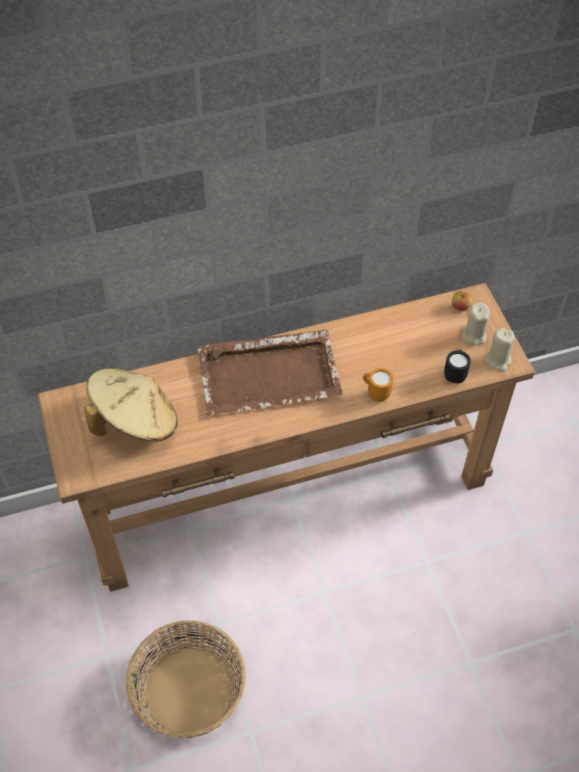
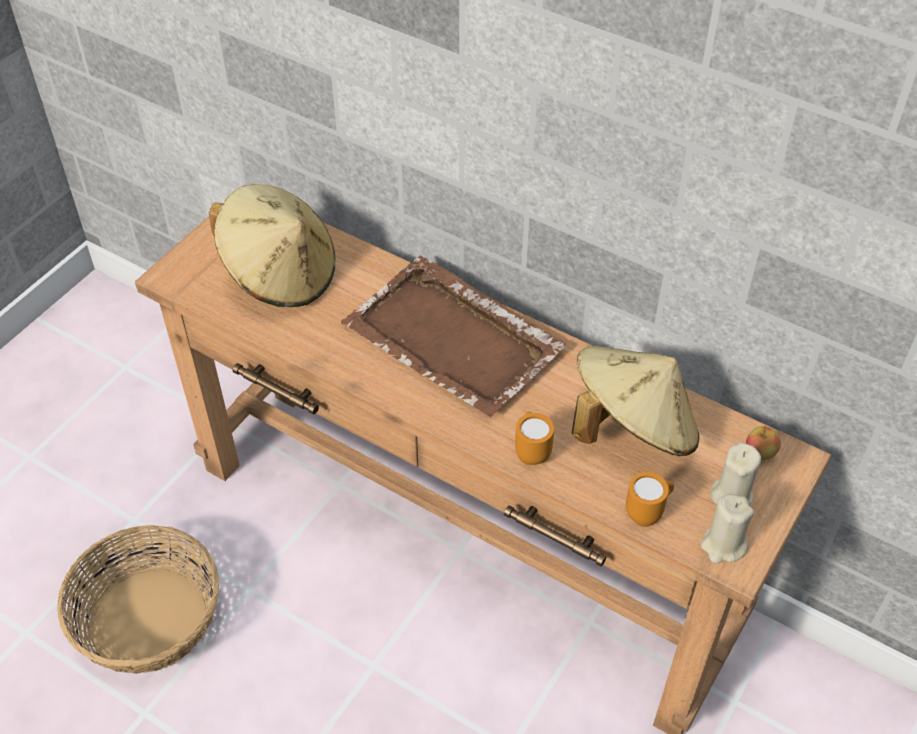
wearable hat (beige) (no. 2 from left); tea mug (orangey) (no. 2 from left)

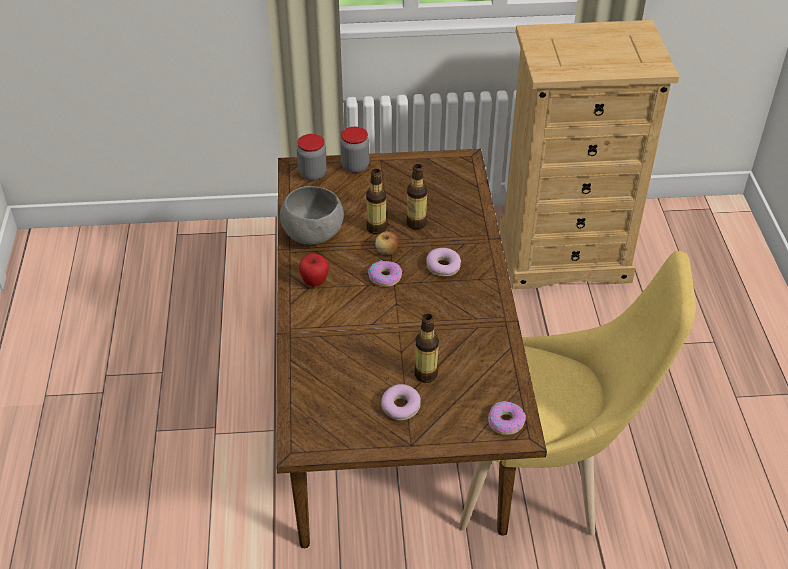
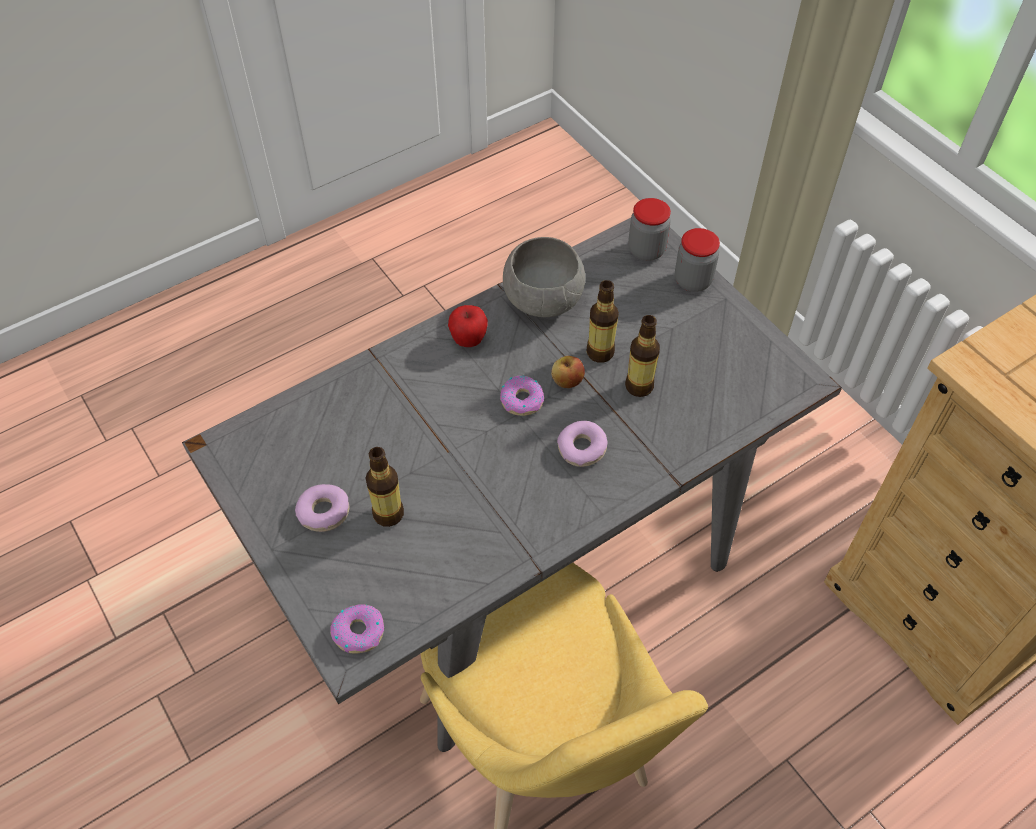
dining table (gray)

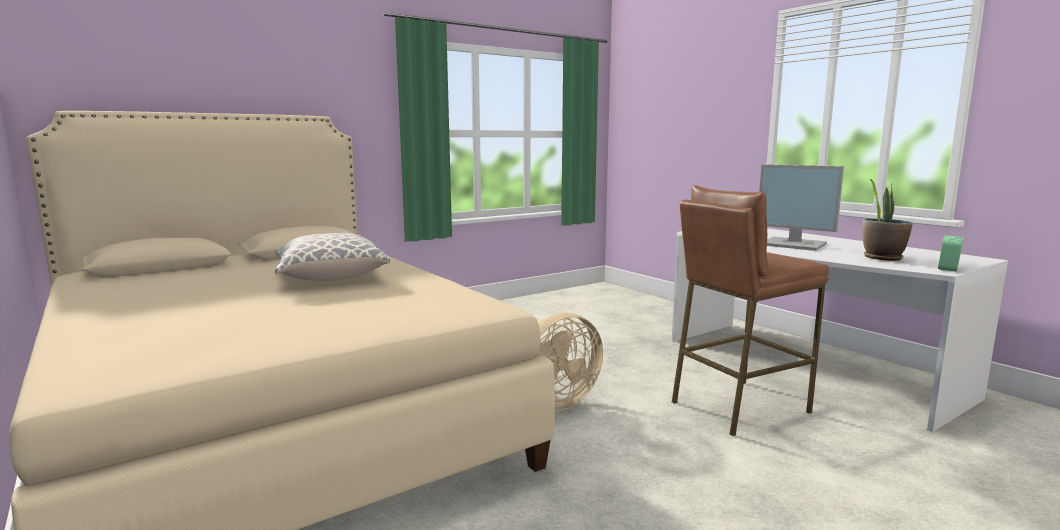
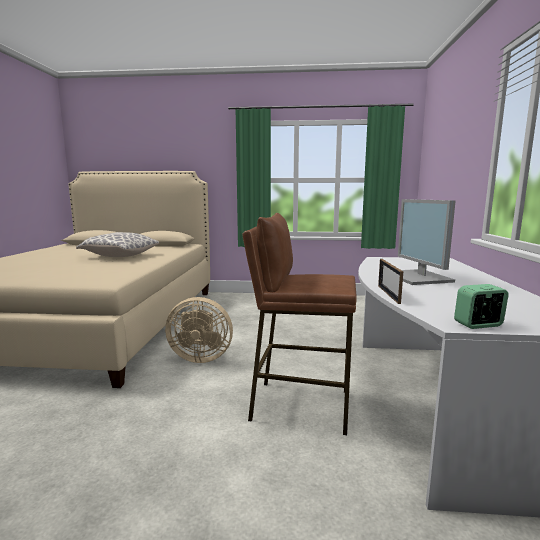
potted plant; picture frame

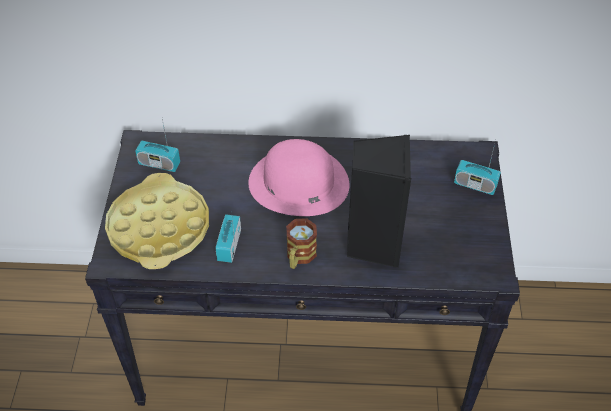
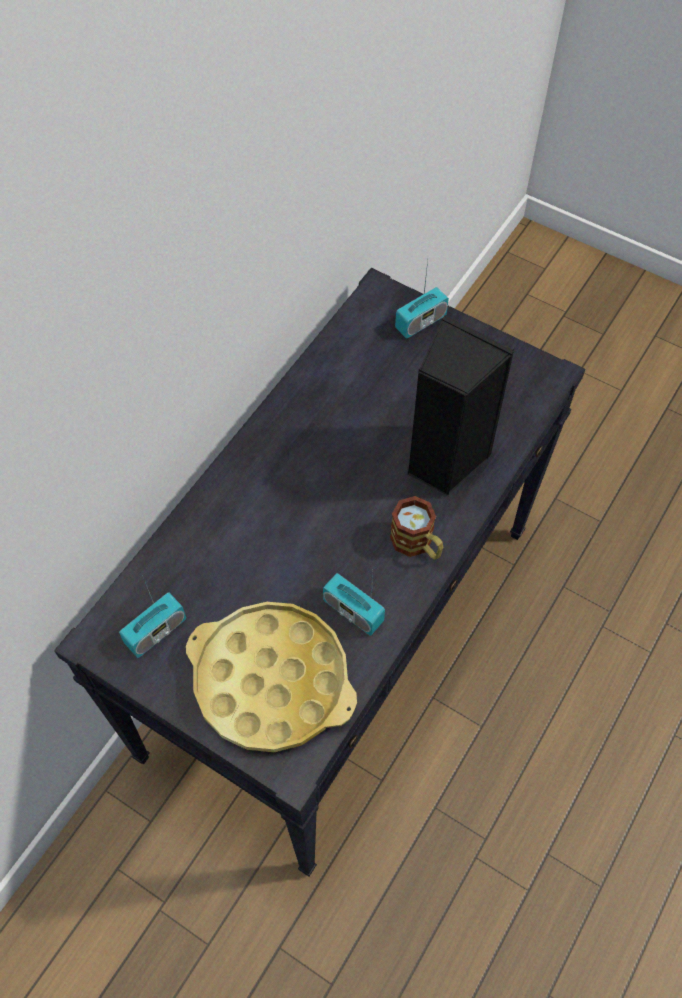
wearable hat (pinkish)

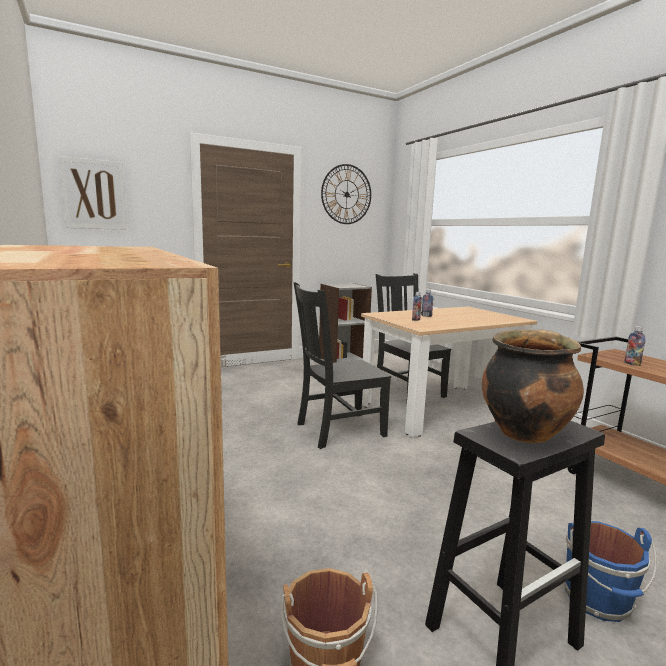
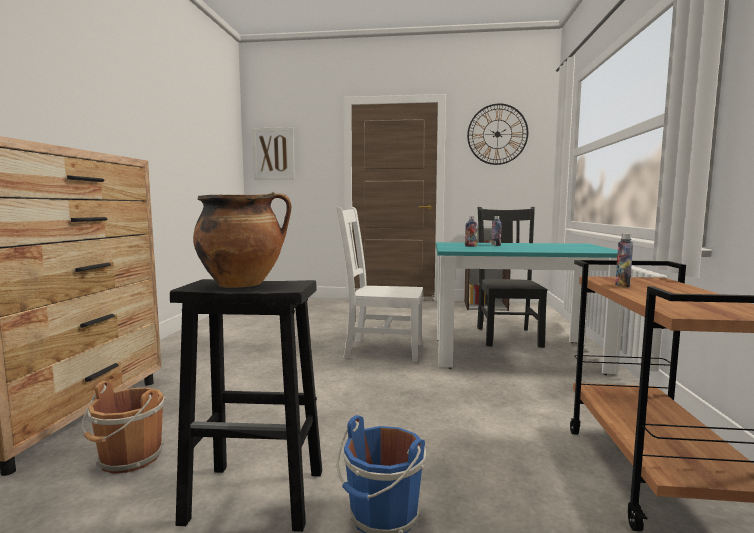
chair (white); dining table (turquoise-coloured)

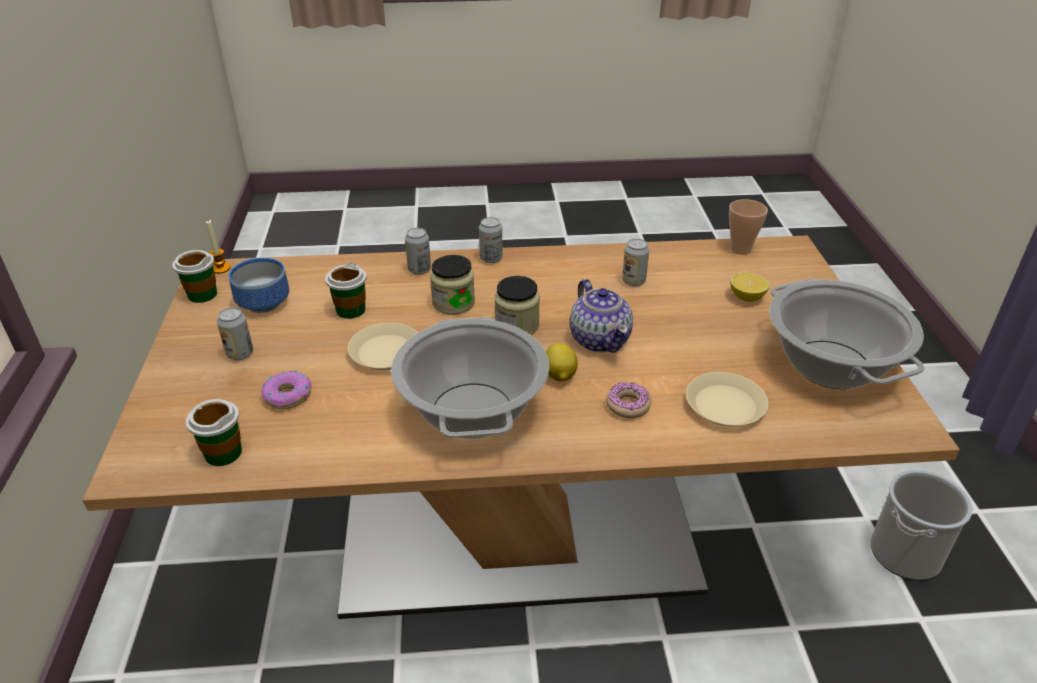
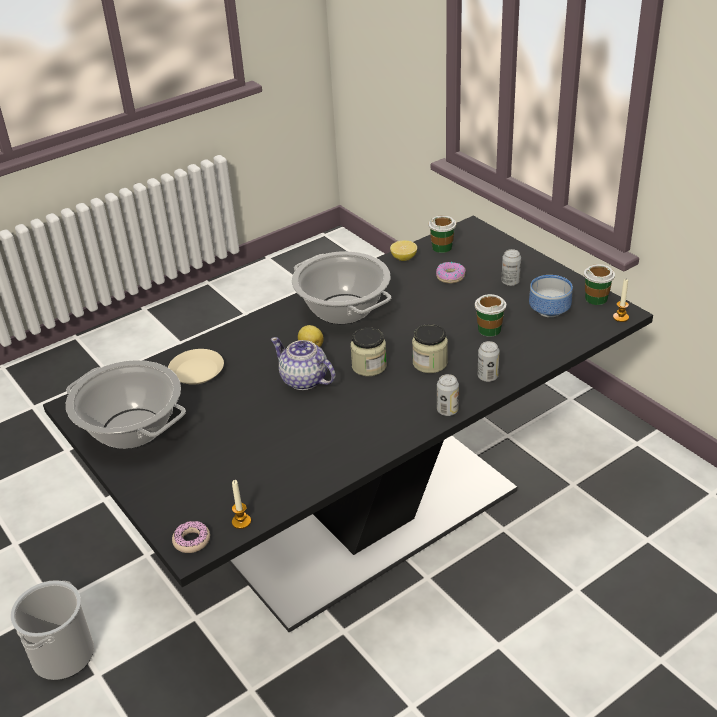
flat dish (beige) (no. 1 from left in the first image); sealed can (no. 4 from left in the first image); ring doughnut (no. 1 from left); lemon (no. 2 from left); wax light (no. 1 from left); dining table (black)

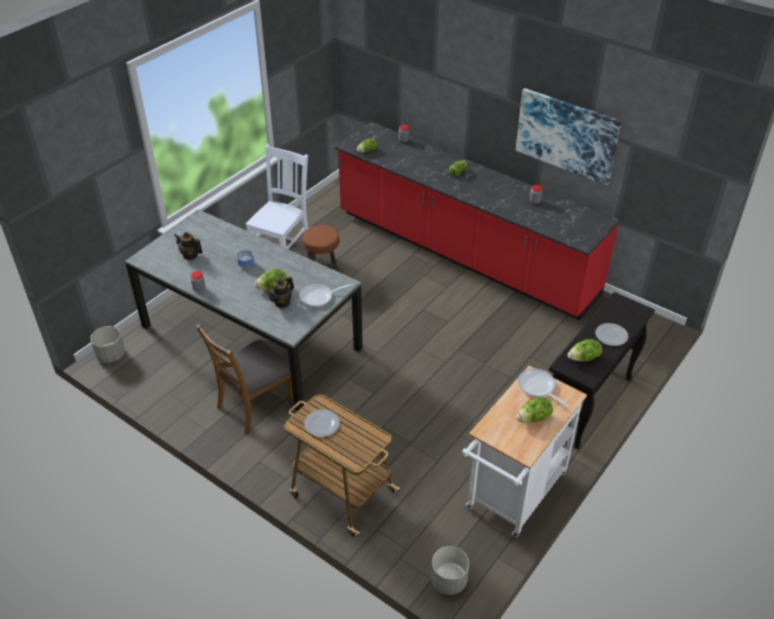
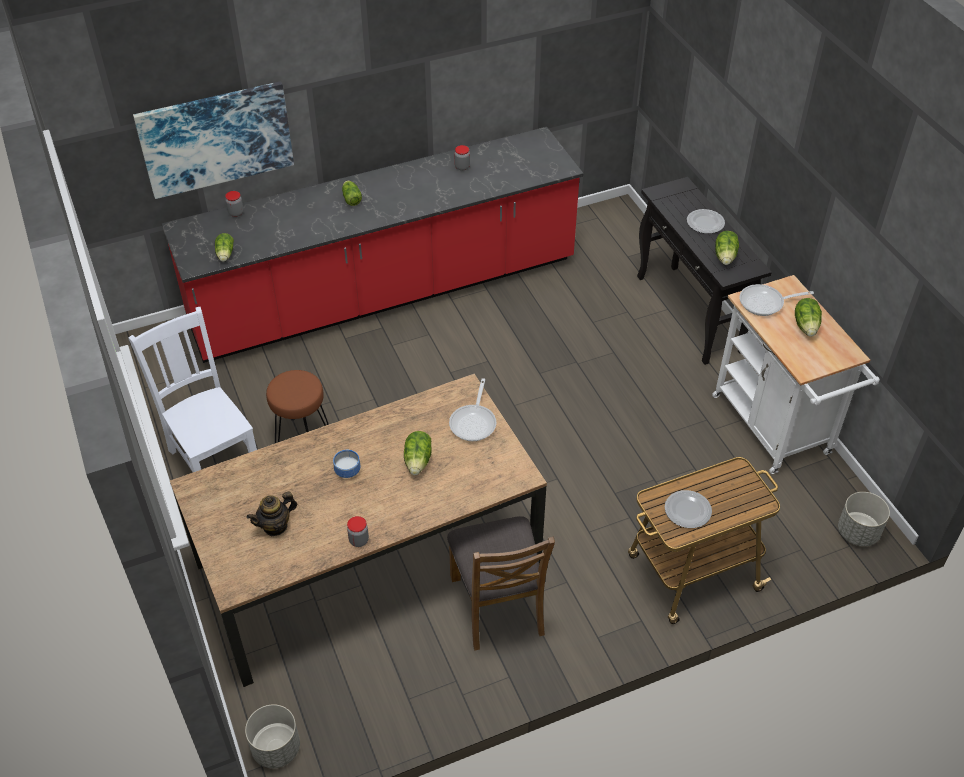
pot for tea (no. 2 from left in the first image); wall art; dining table (brown)

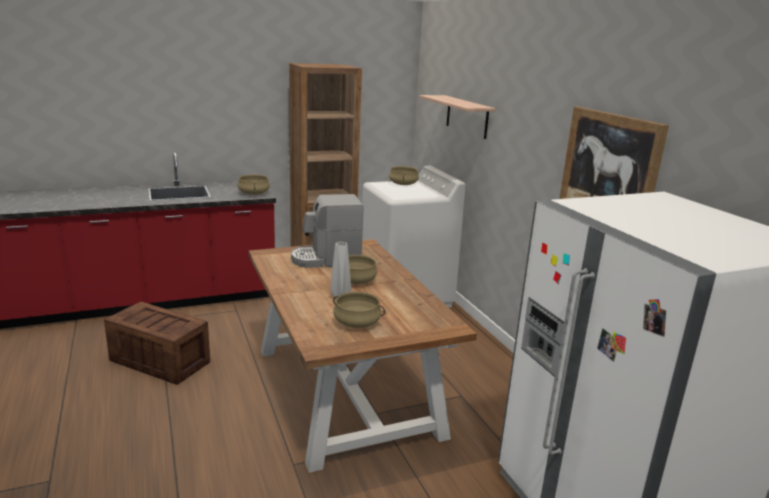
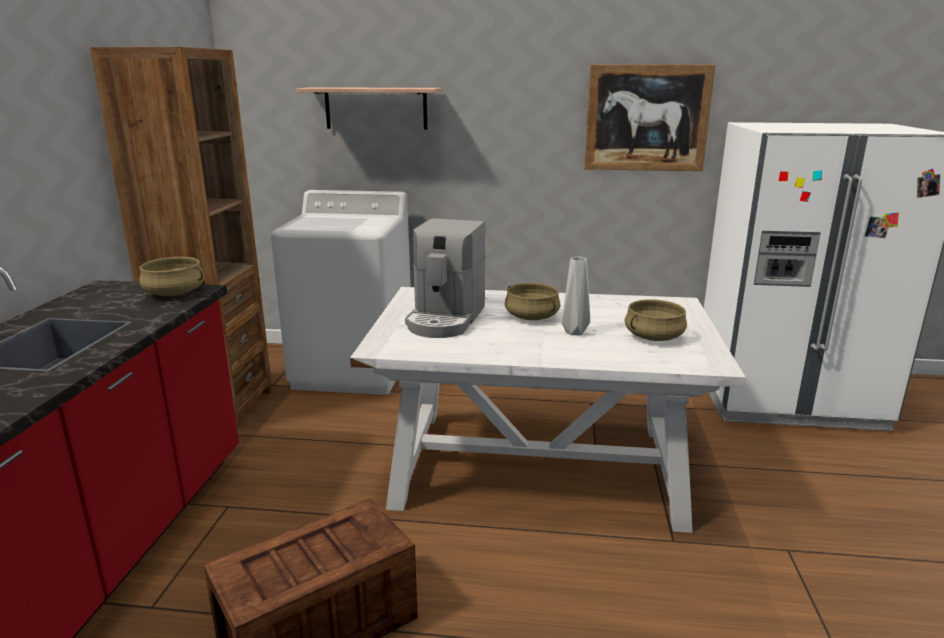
cooking pot (beige) (no. 4 from left in the first image); dining table (white)

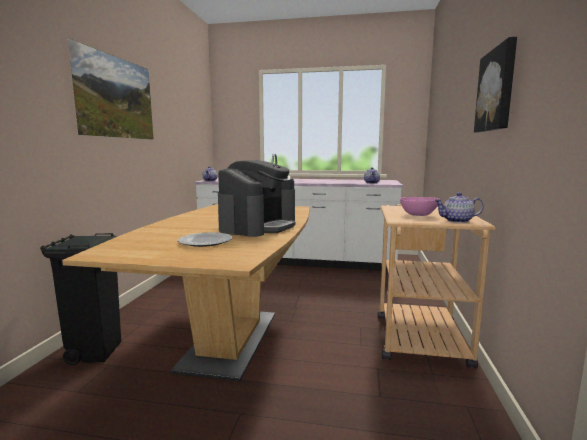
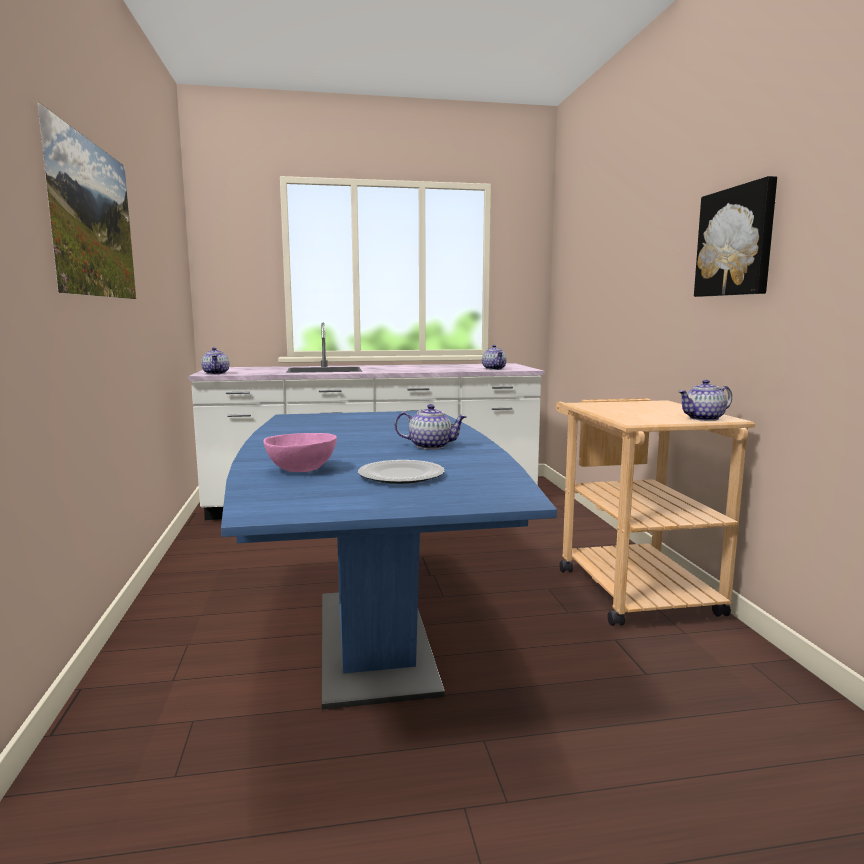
trash can (black); serving bowl (pinkish); pot for tea (no. 2 from left); dining table (bluish)

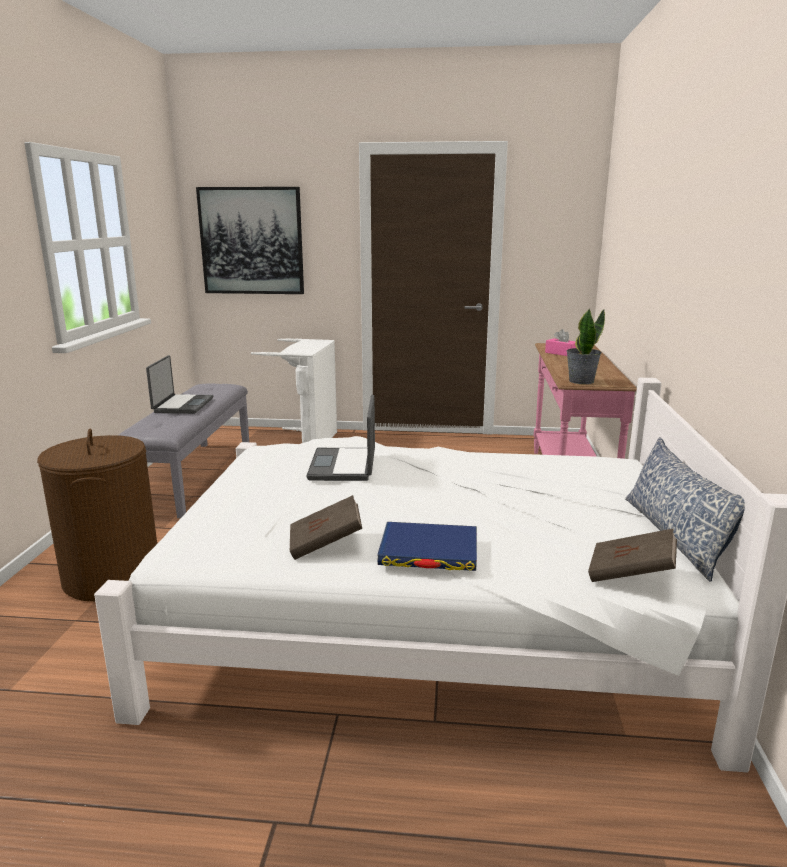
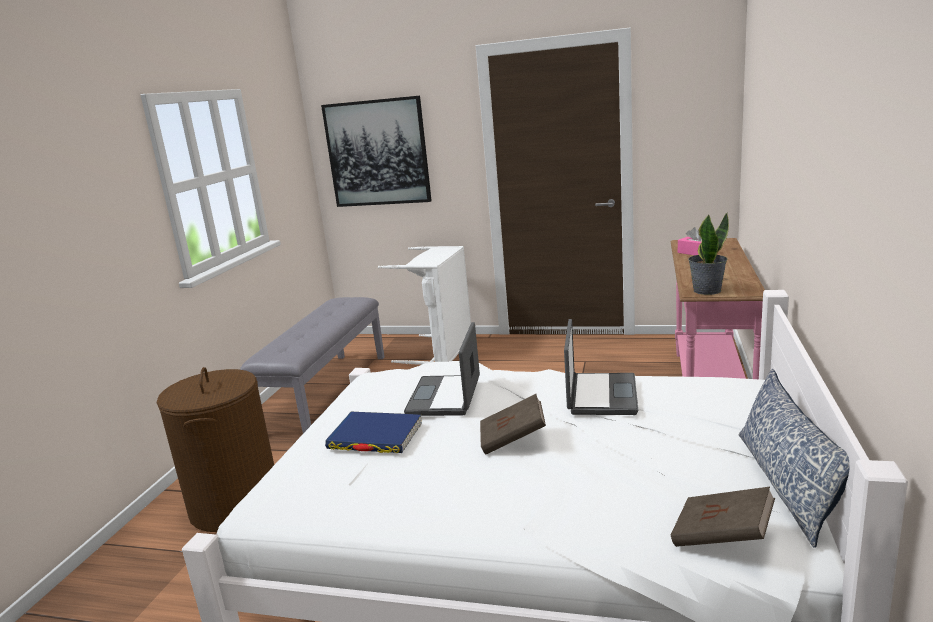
portable computer (no. 2 from left); volume (brown) (no. 1 from left); volume (bluish)

